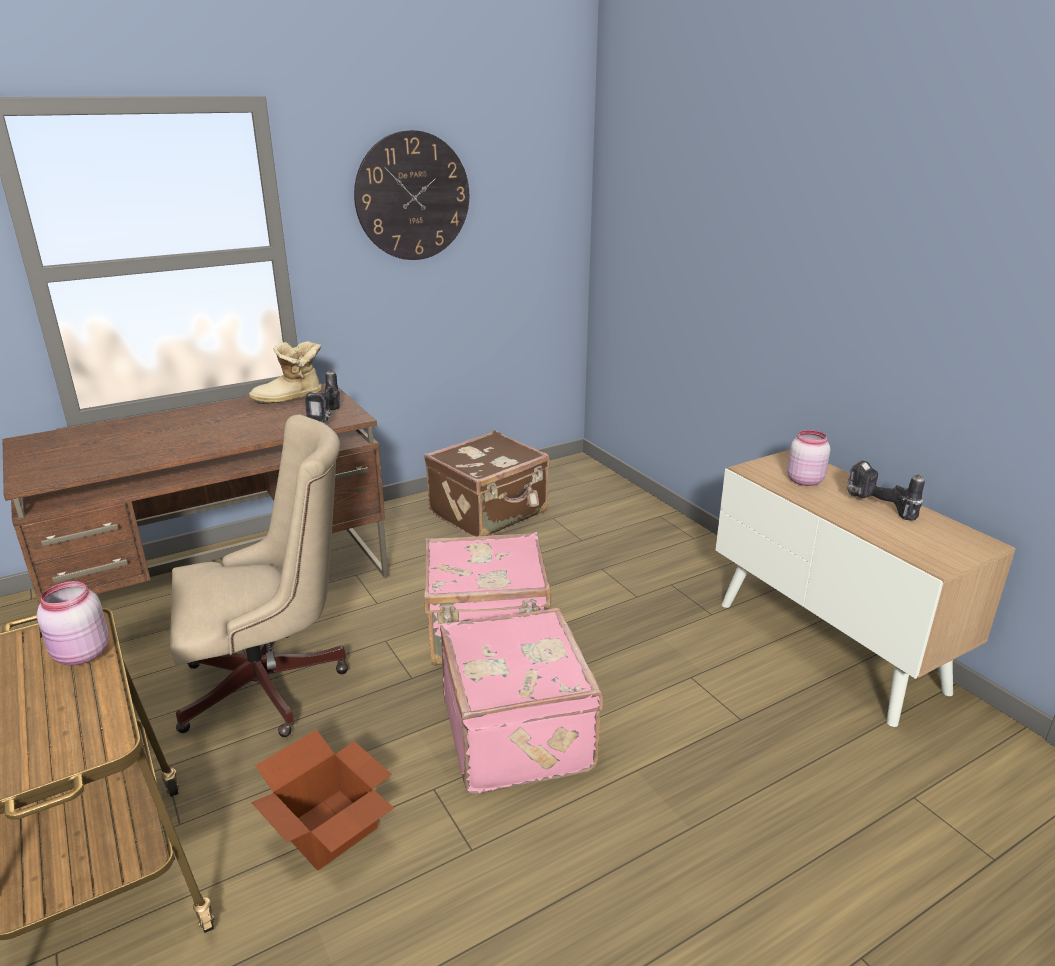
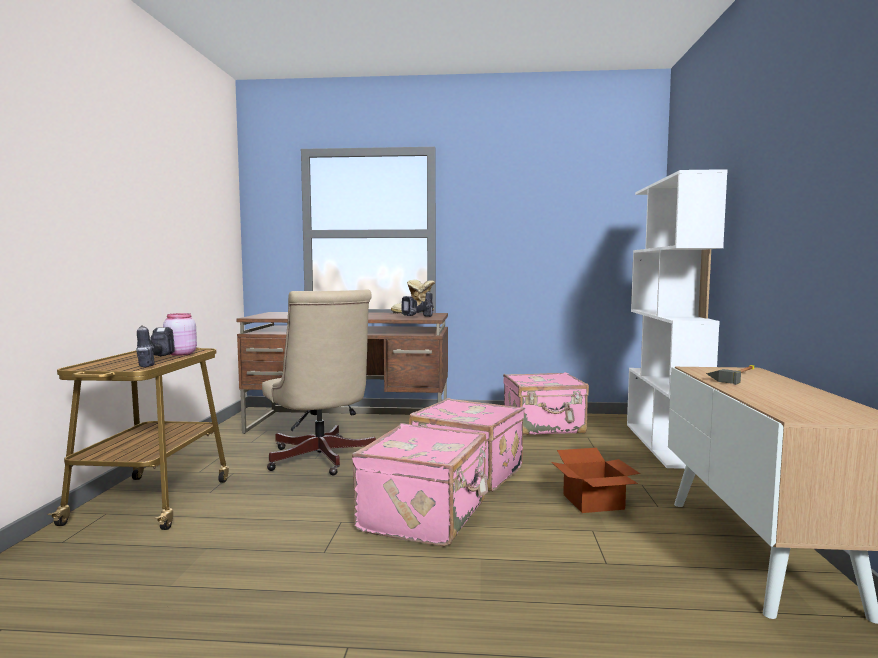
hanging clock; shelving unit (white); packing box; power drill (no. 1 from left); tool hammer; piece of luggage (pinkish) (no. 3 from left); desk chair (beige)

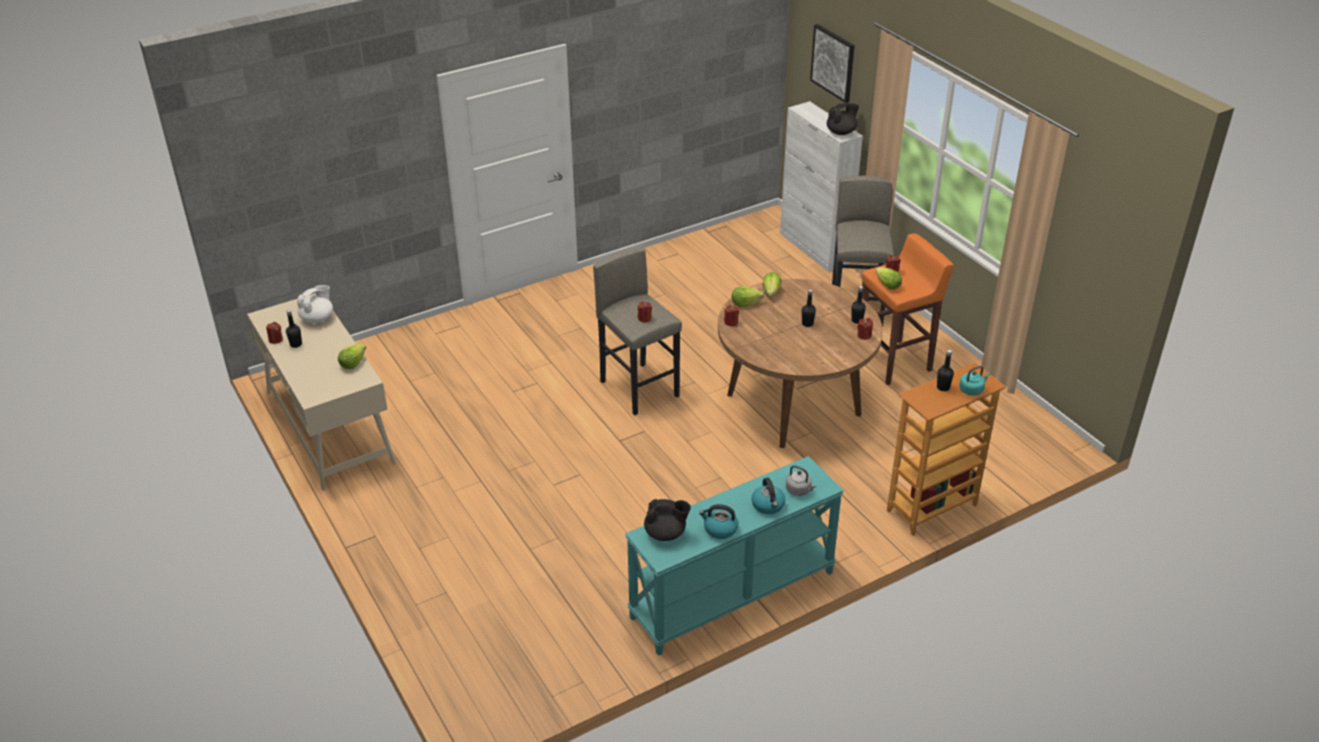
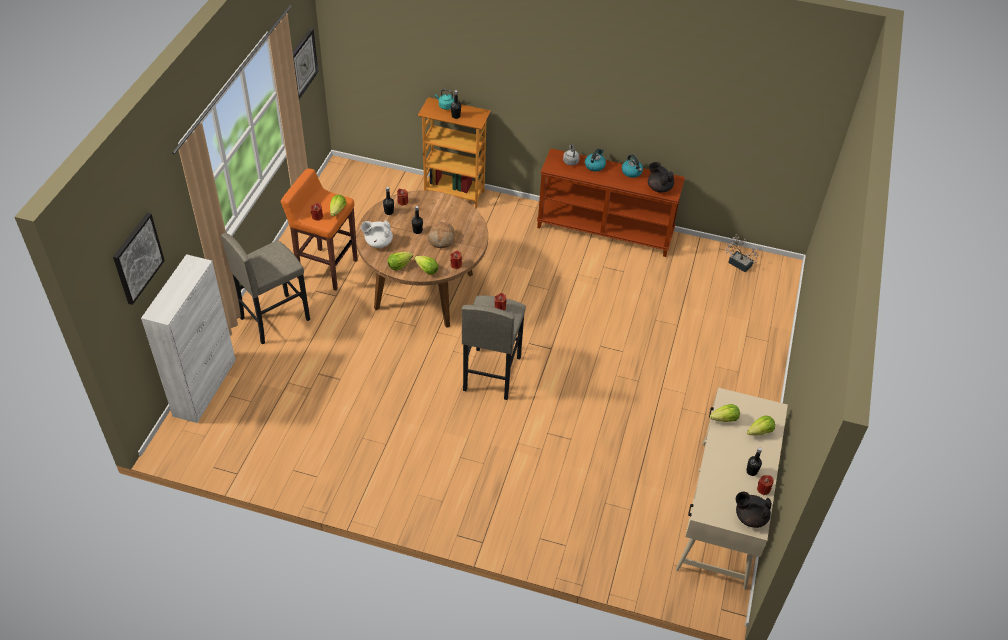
hanging clock; bread; potted plant; lettuce head (no. 5 from left); pot for tea (white); pot for tea (black) (no. 2 from left); narrow table (brown)

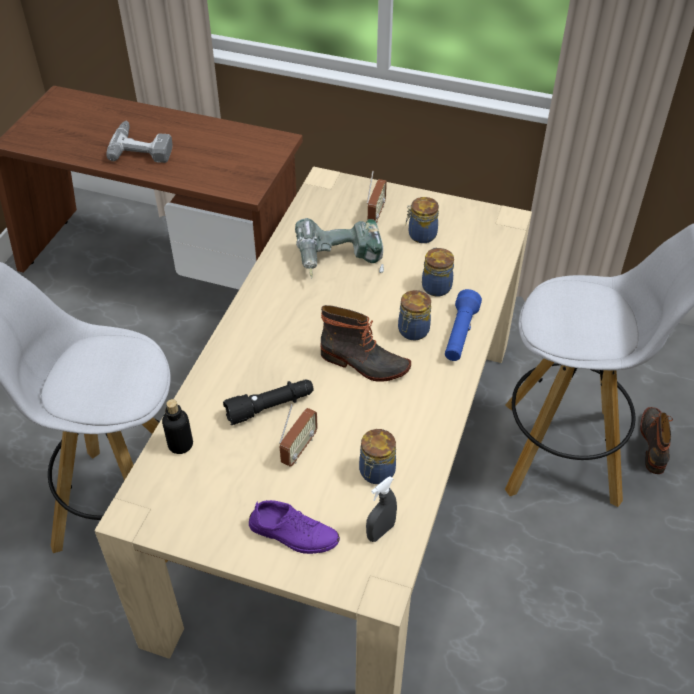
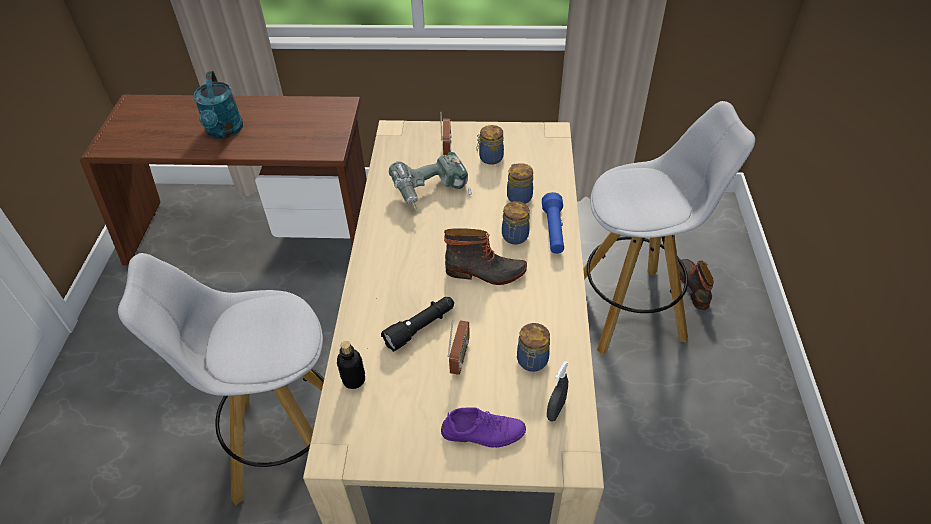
watering pot (turquoise-coloured)

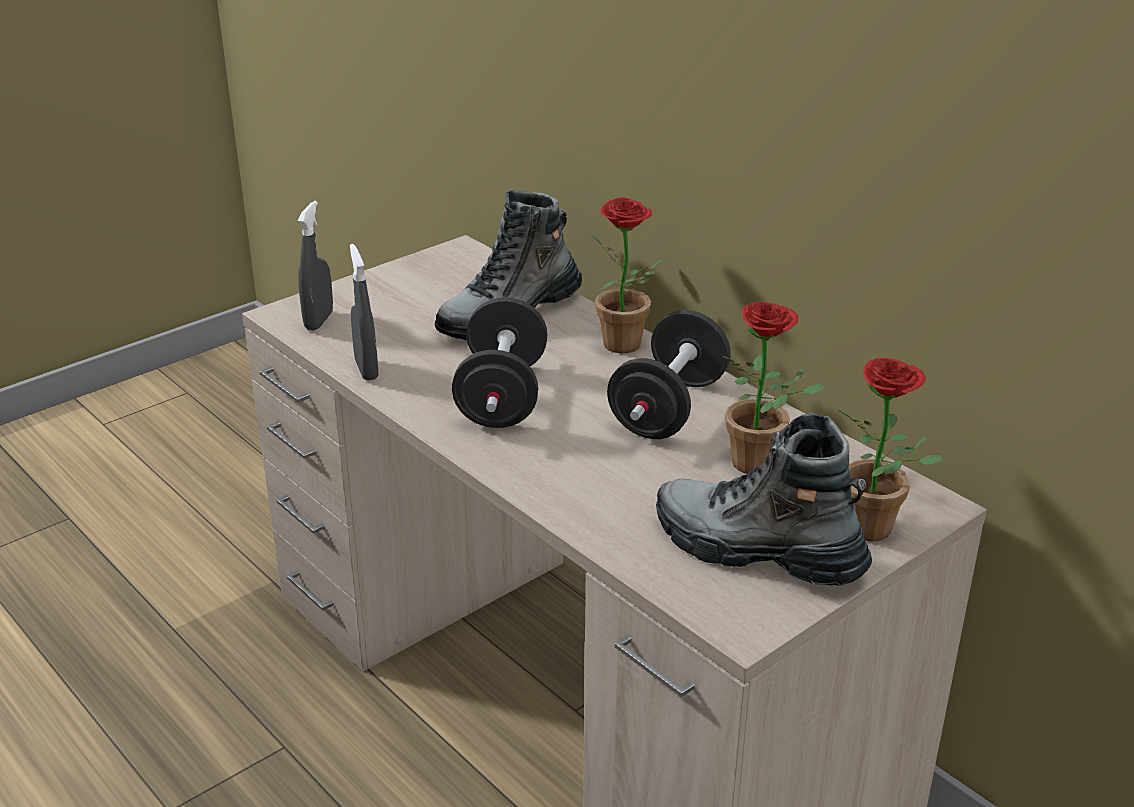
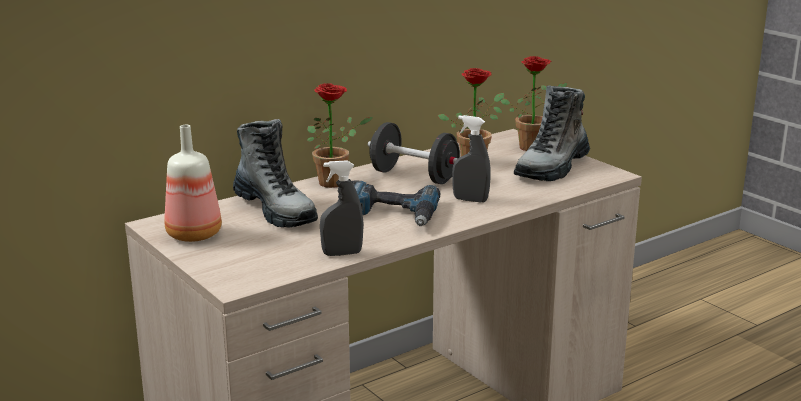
beverage bottle; spray bottle (gray) (no. 2 from left); power drill

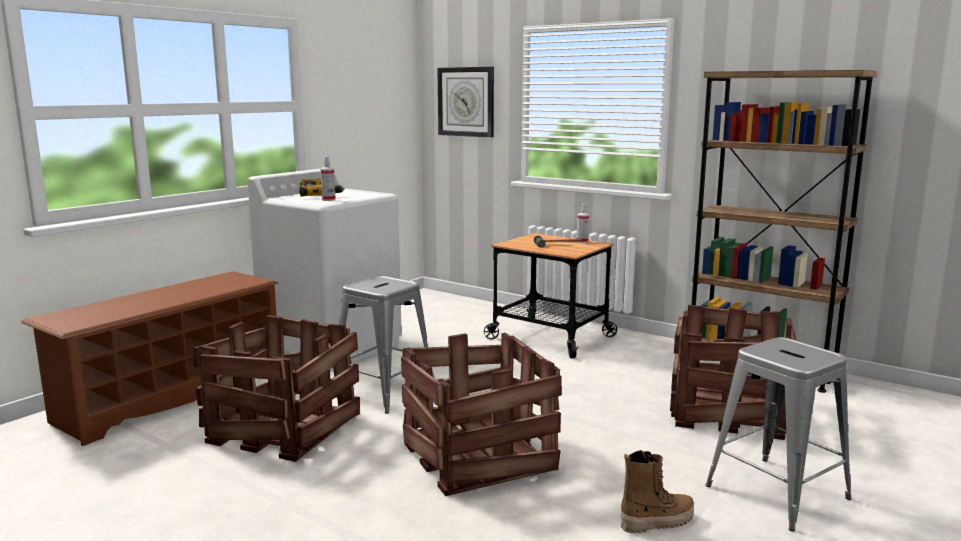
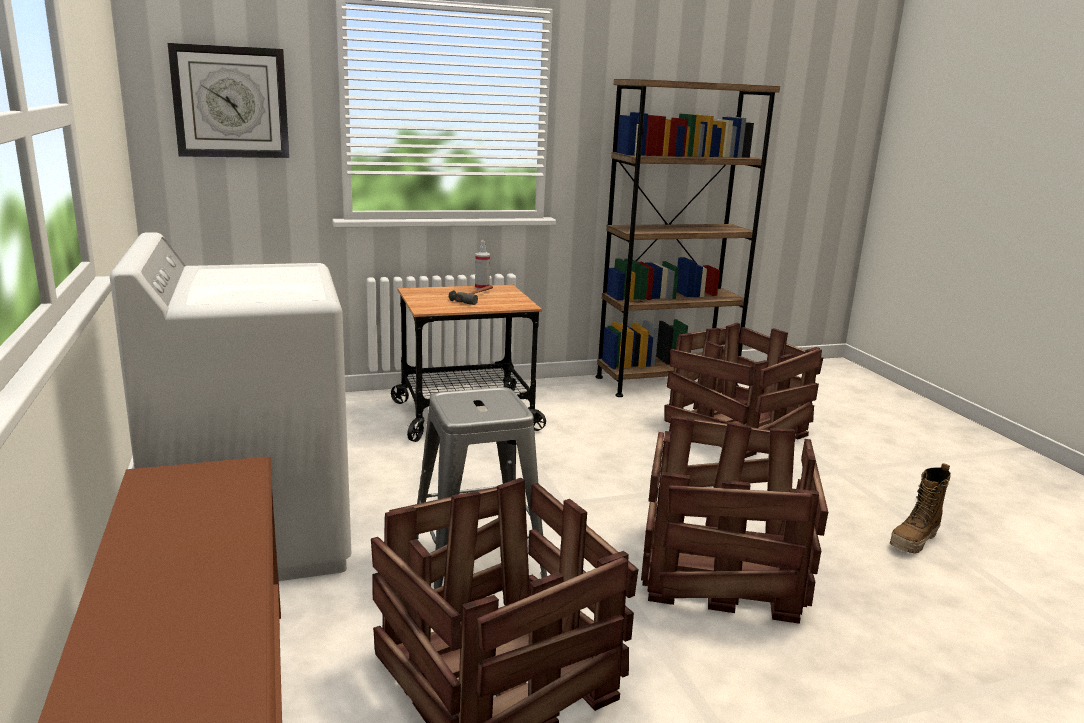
power drill; spray bottle (no. 1 from left in the first image); stool seat (gray) (no. 2 from left in the first image); high-top boot

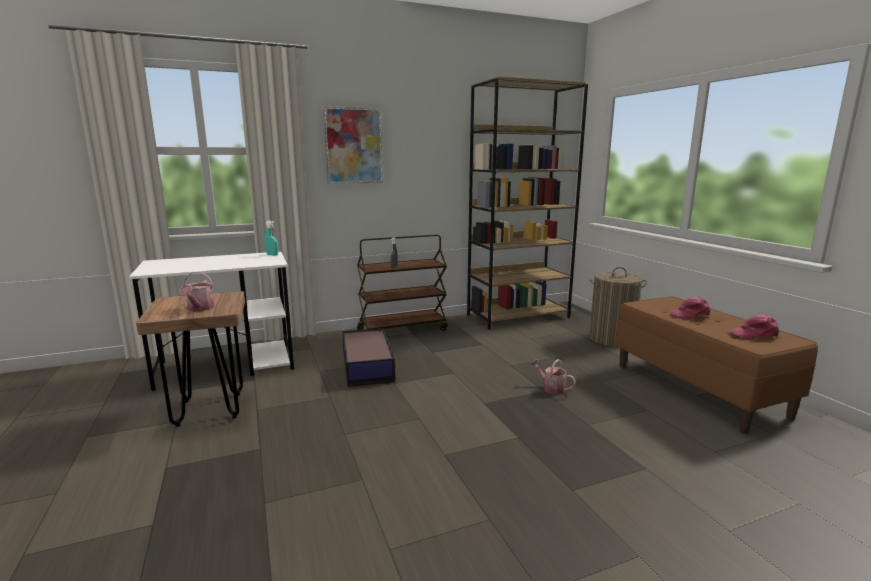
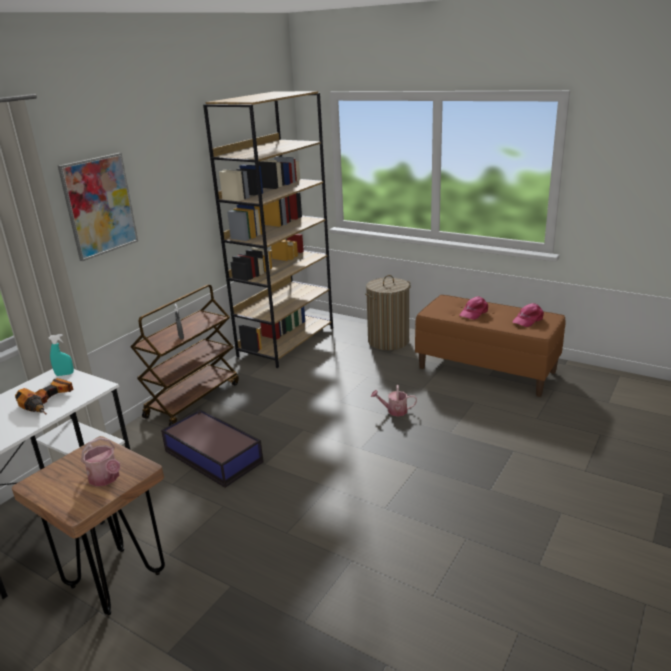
power drill

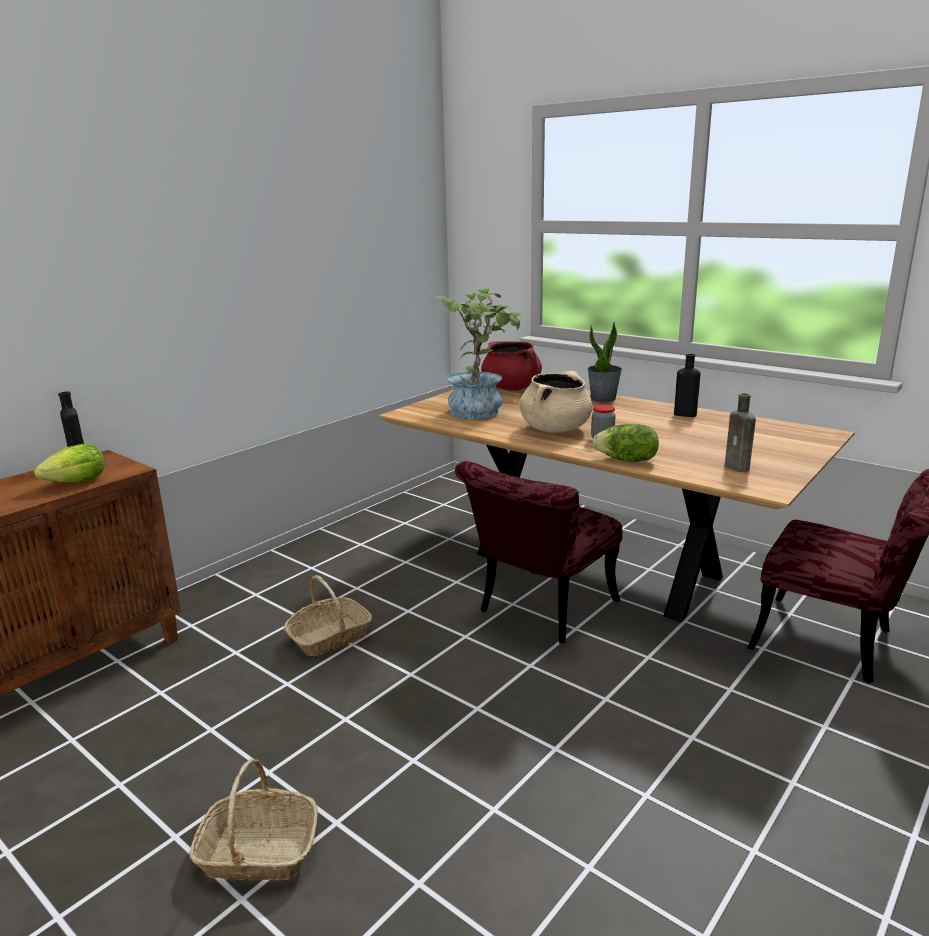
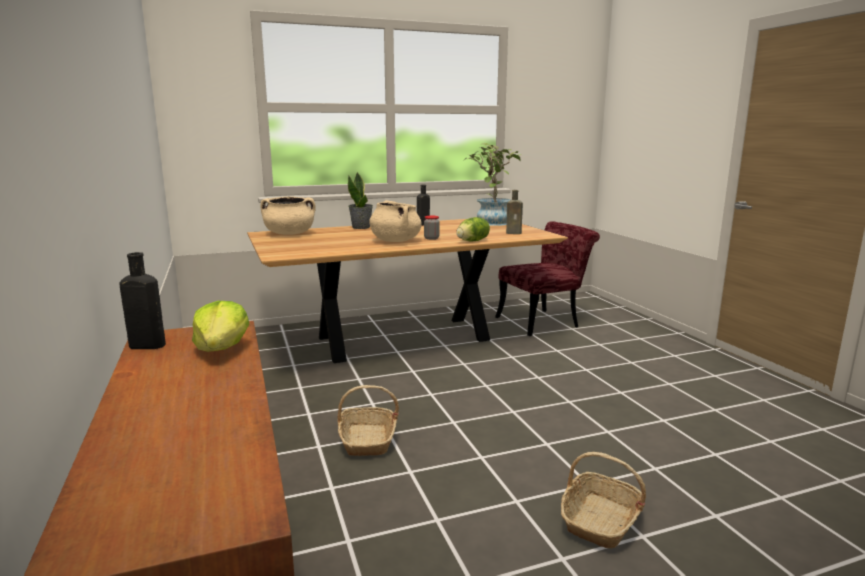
chair (red) (no. 1 from left in the first image); potted plant (no. 2 from left); cooking pot (beige) (no. 1 from left)

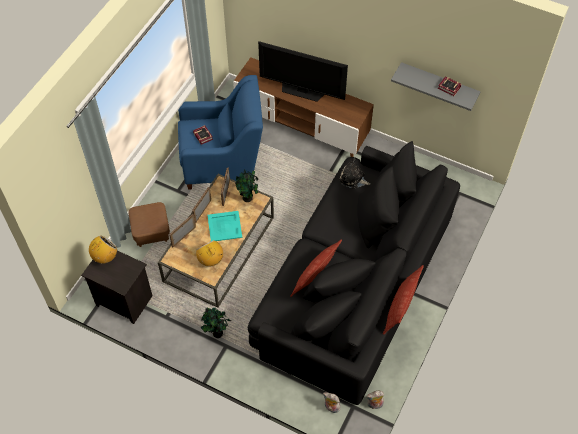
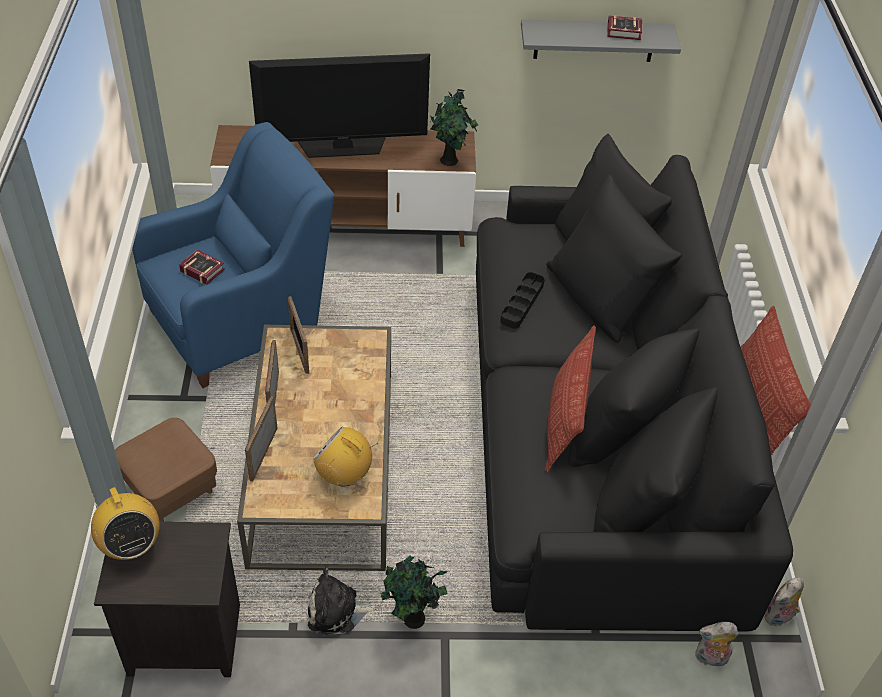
serving tray (turquoise-coloured); serving tray (black); potted plant (no. 2 from left); soft toy (no. 1 from left); radio set (no. 1 from left)

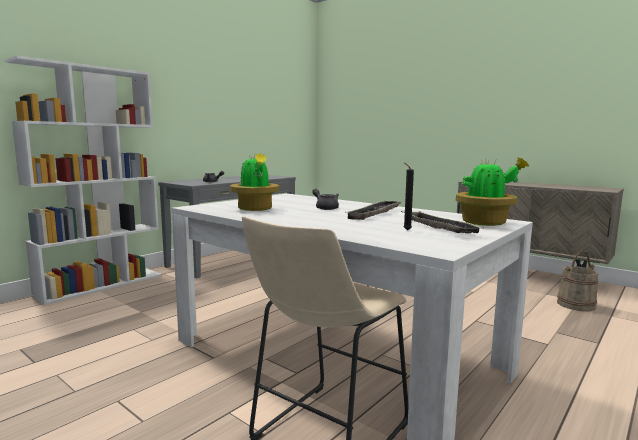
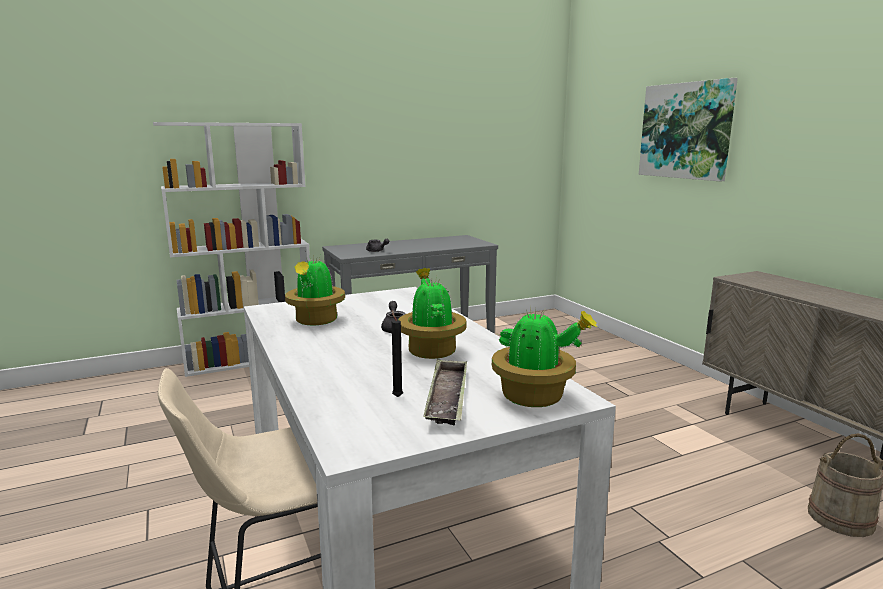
wall art; potted plant (no. 2 from left)

